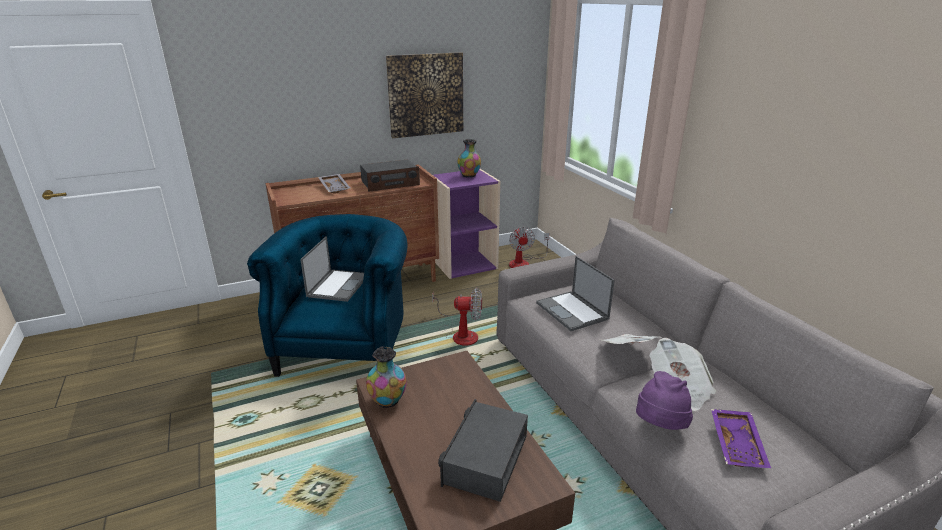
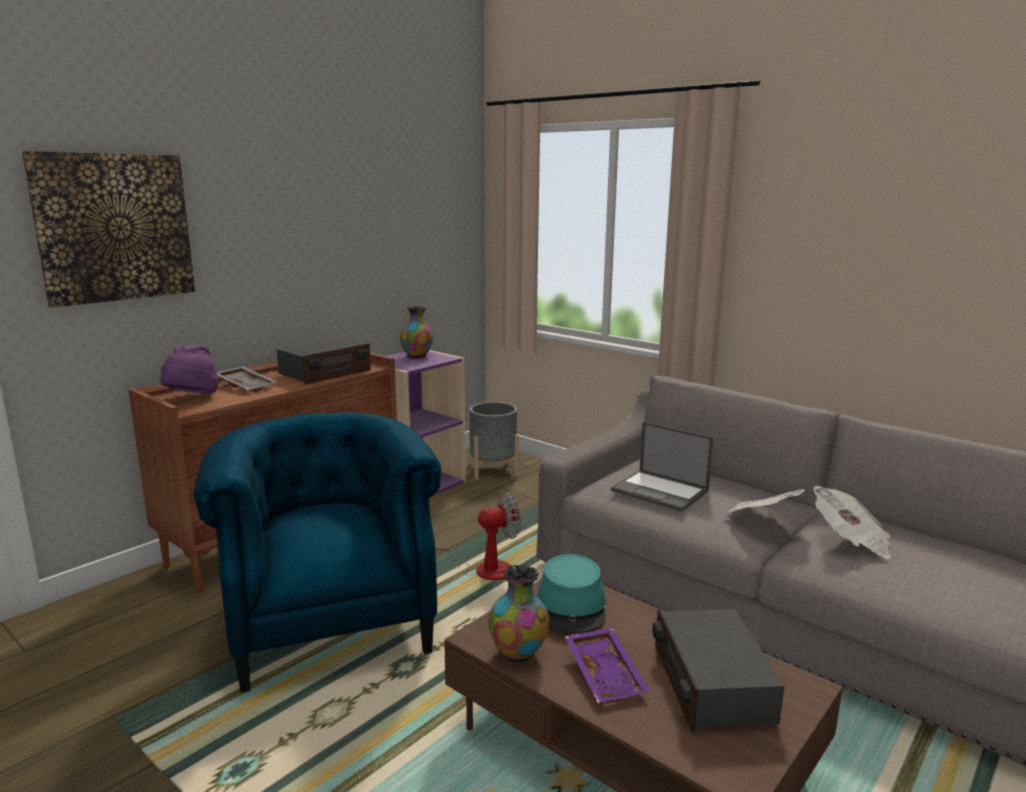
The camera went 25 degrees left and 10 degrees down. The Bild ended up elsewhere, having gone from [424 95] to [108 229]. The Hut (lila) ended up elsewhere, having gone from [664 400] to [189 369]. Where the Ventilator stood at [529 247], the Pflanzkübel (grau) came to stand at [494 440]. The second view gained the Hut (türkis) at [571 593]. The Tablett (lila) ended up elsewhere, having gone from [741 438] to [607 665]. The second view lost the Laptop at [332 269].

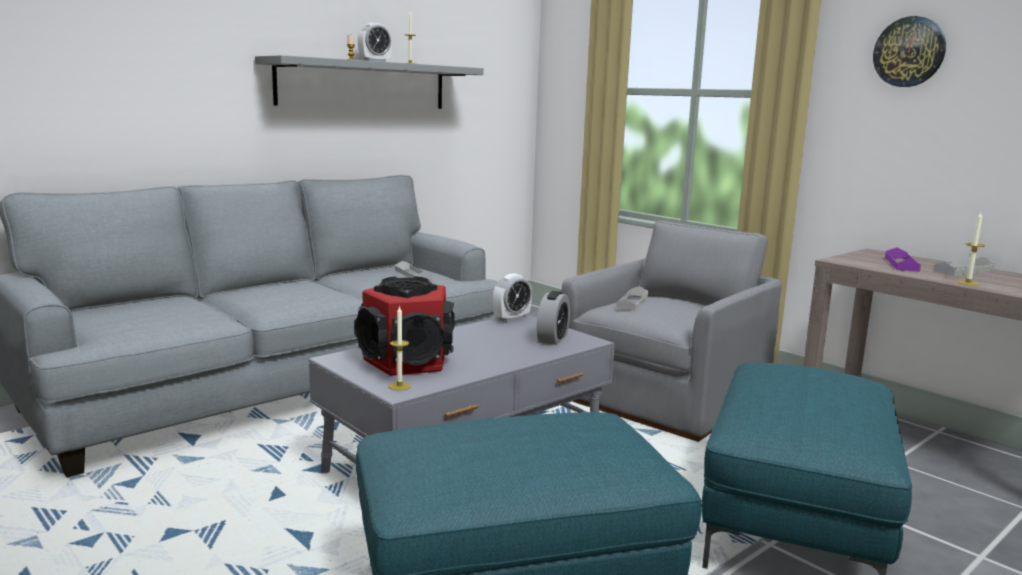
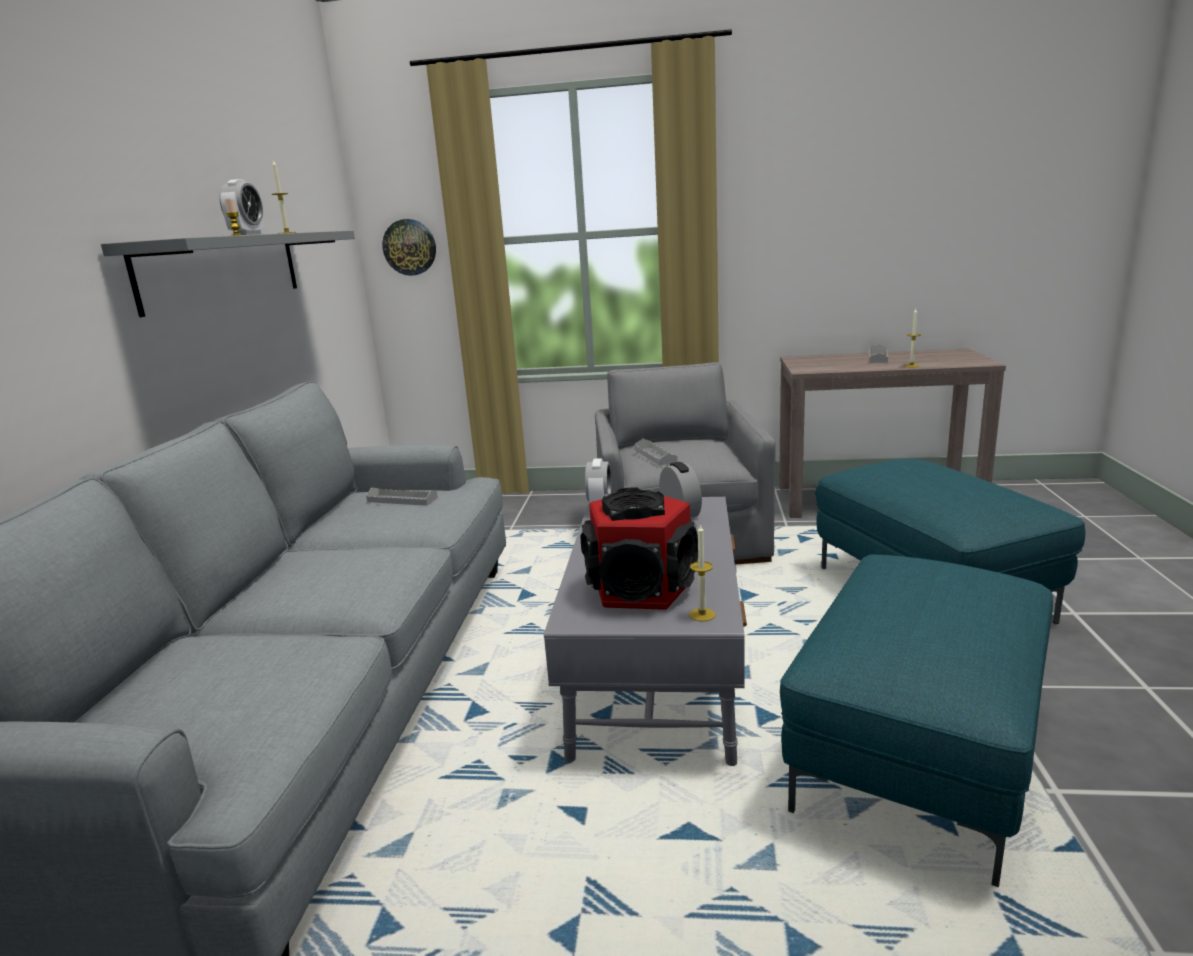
The camera went 40 degrees left and 5 degrees up. The Wanduhr ended up elsewhere, having gone from [909 51] to [409 247]. The second view lost the Tablett (lila) at [903 259].

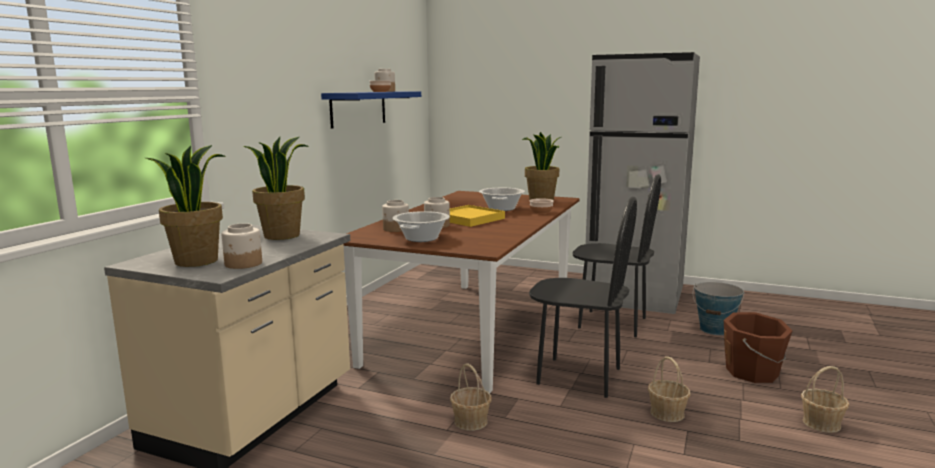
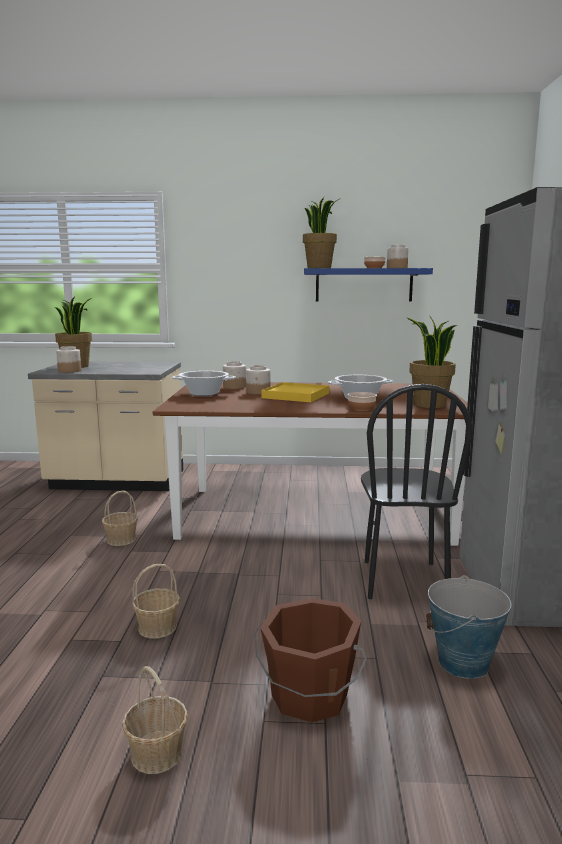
The camera went 70 degrees right and 0 degrees up. The Topfpflanze ended up elsewhere, having gone from [276 188] to [322 232]. The second view lost the Stuhl (schwarz) at [583 297].

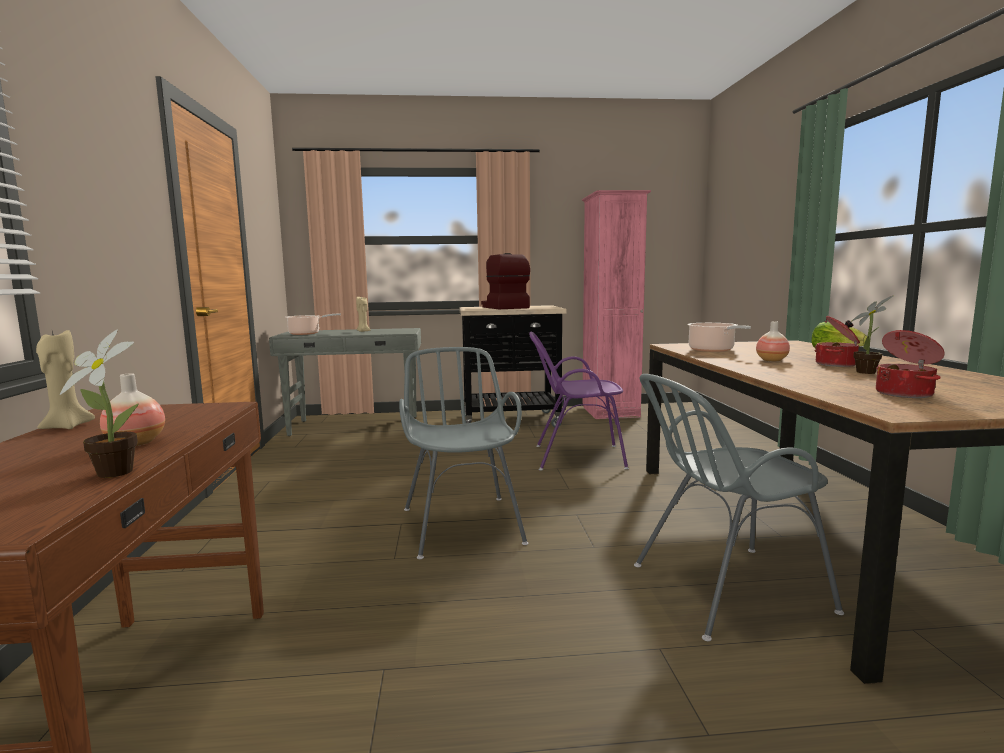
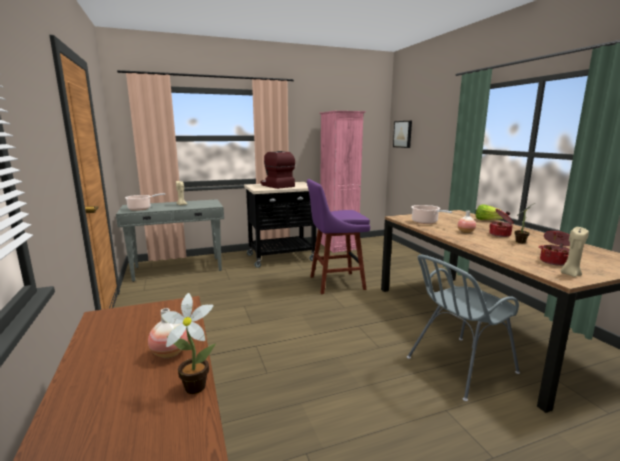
The camera went 15 degrees left and 5 degrees up. Where the Stuhl (lila) stood at [579 401], the Hocker (lila) came to stand at [338 236]. The second view gained the Bild at [402 134]. The Kerze (beige) ended up elsewhere, having gone from [65 379] to [575 252]. The second view lost the Stuhl (grau) at [464 453].

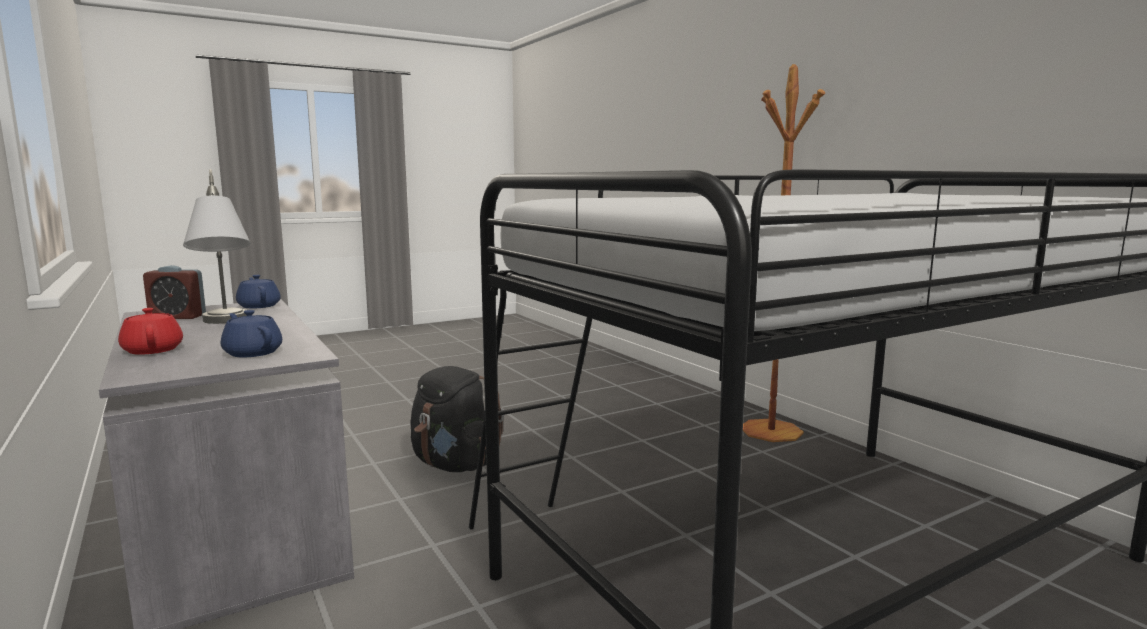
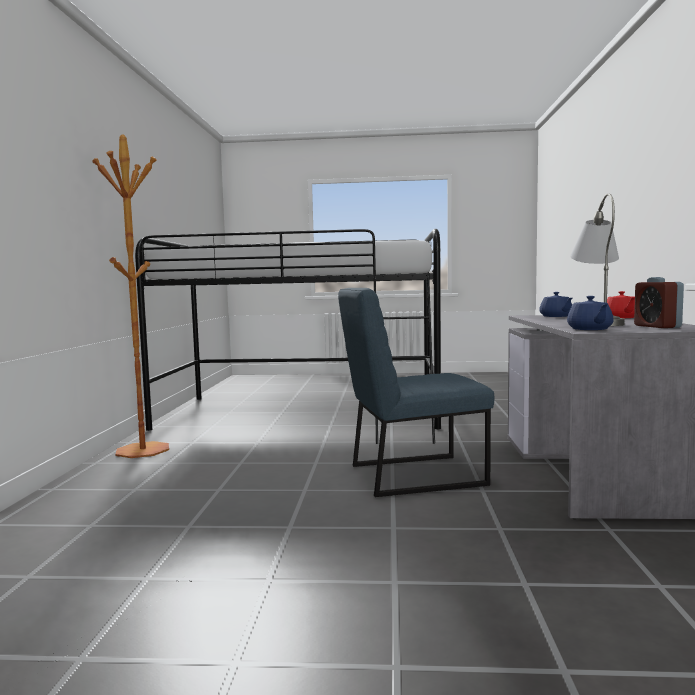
The camera went 145 degrees left and 5 degrees down. Where the Rucksack (schwarz) stood at [457 419], the Stuhl (blau) came to stand at [416 392]. The Wecker at [174 292] ended up facing another way, 135 degrees counterclockwise from before.

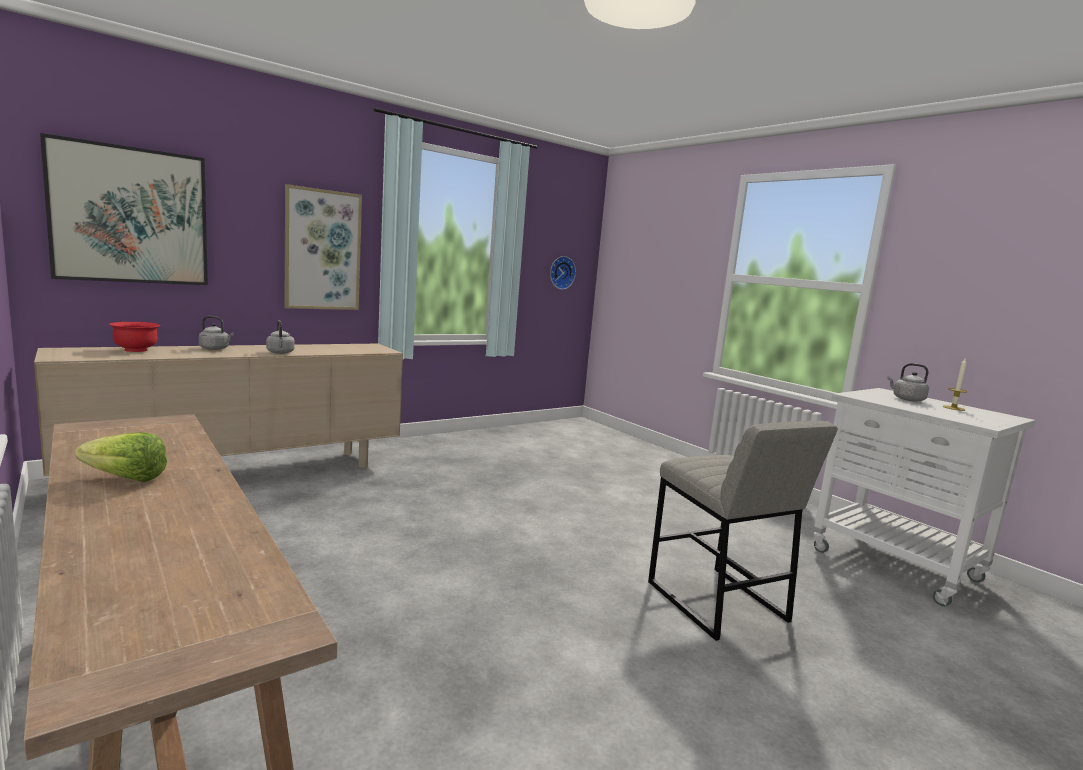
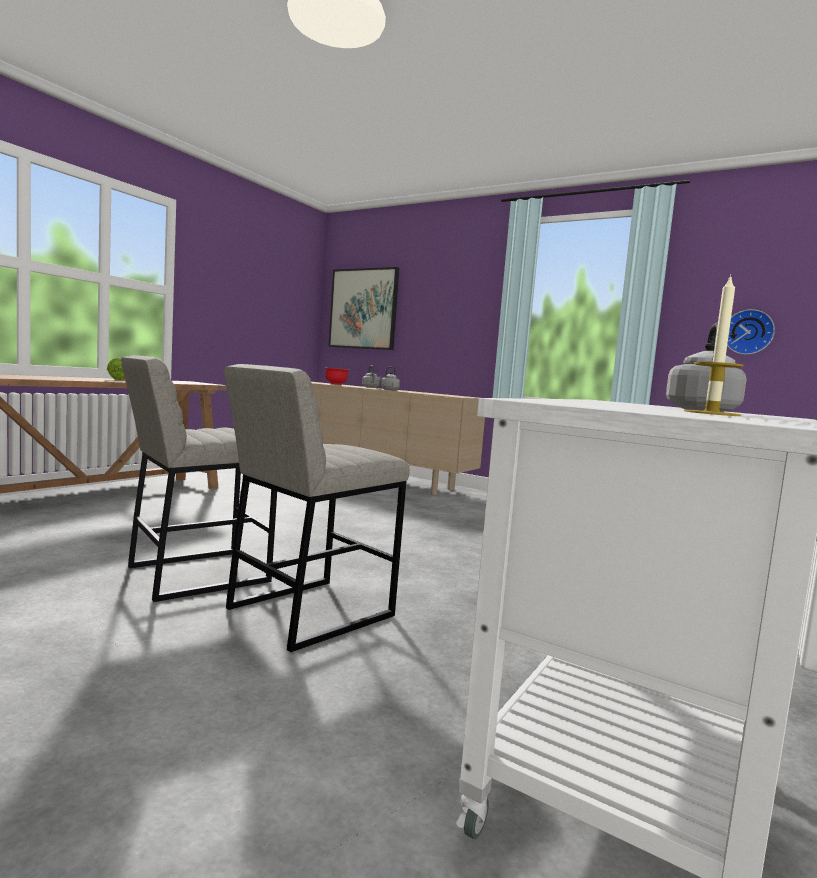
The camera went 70 degrees right and 5 degrees down. The second view gained the Stuhl (grau) at [199 478]. The second view lost the Bild at [323 247].

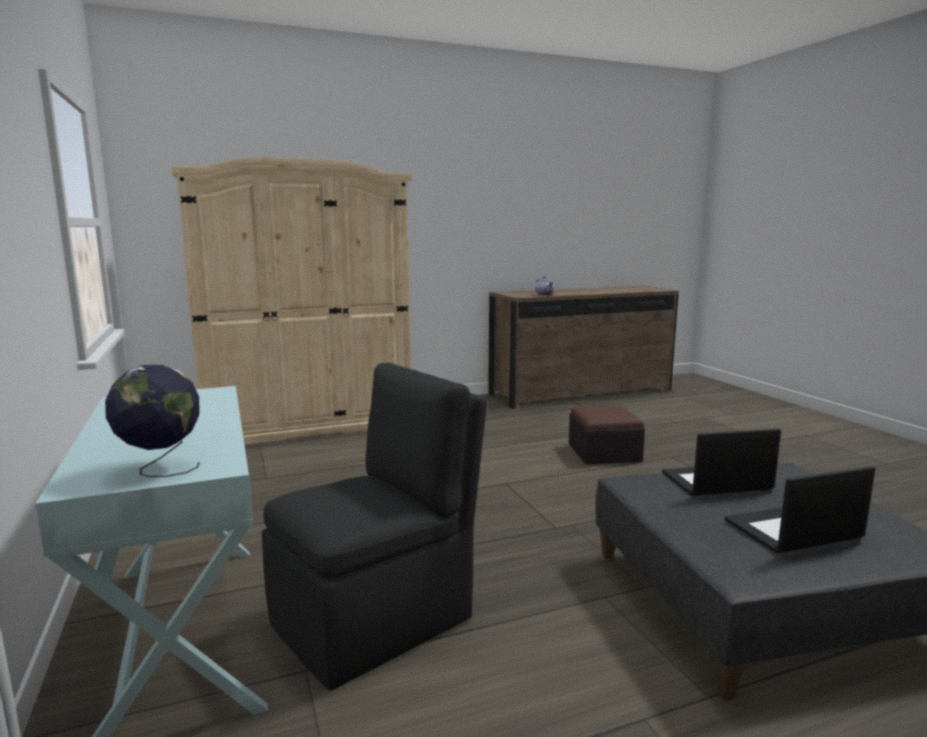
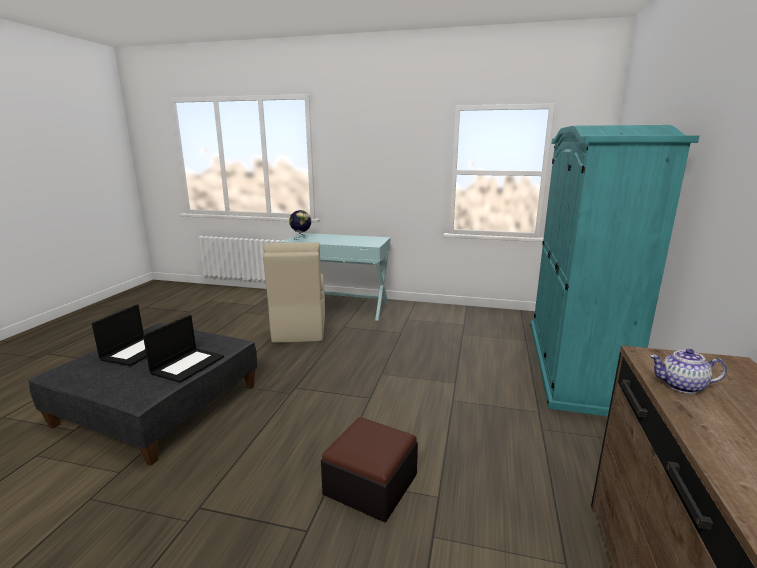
The camera went 125 degrees right and 5 degrees up. What was the Stuhl (schwarz) at [374 526] turned into the Stuhl (beige) at [294 292]. What was the Kleiderschrank (beige) at [291 301] turned into the Kleiderschrank (türkis) at [614 270].

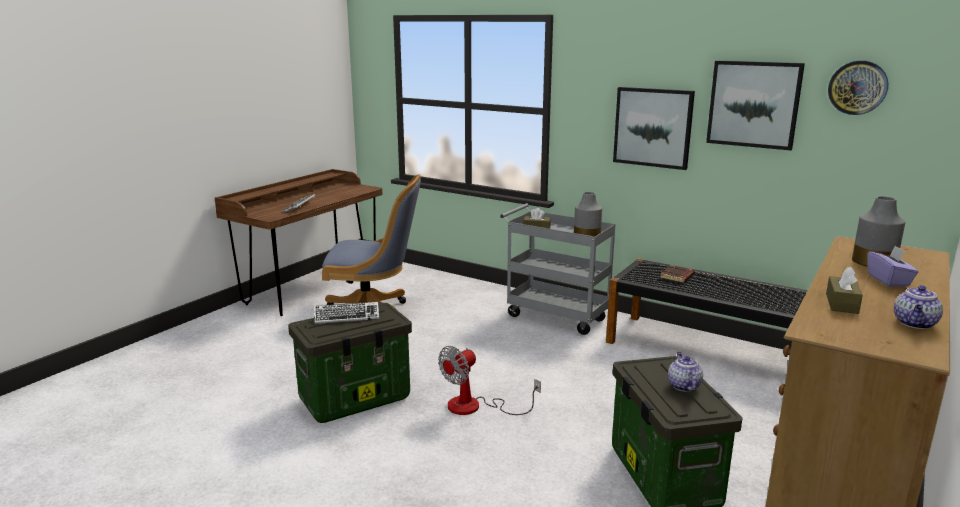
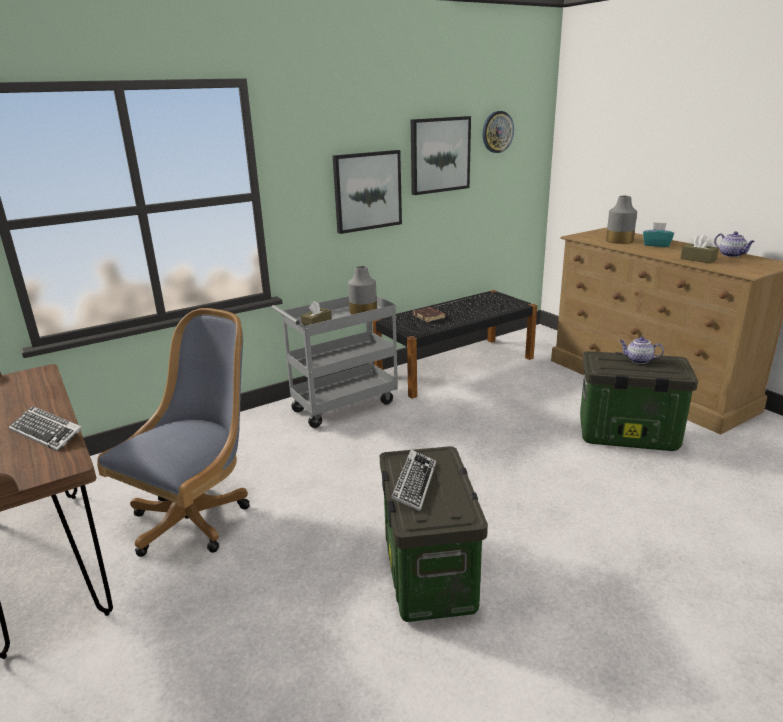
The camera went 65 degrees left and 5 degrees up. What was the Taschentuchbox (lila) at [892 266] turned into the Taschentuchbox (türkis) at [658 234]. The second view lost the Ventilator at [489 380].

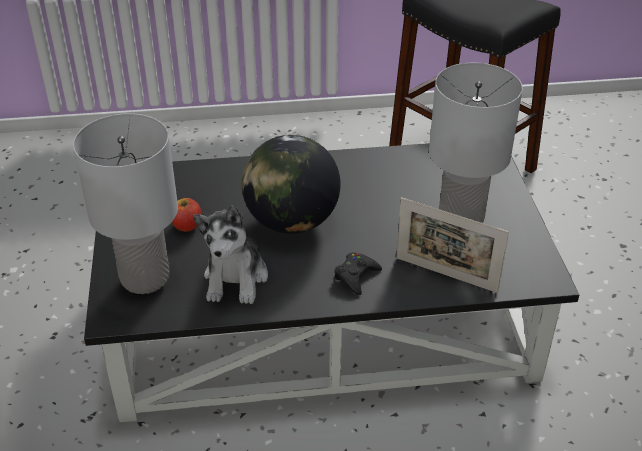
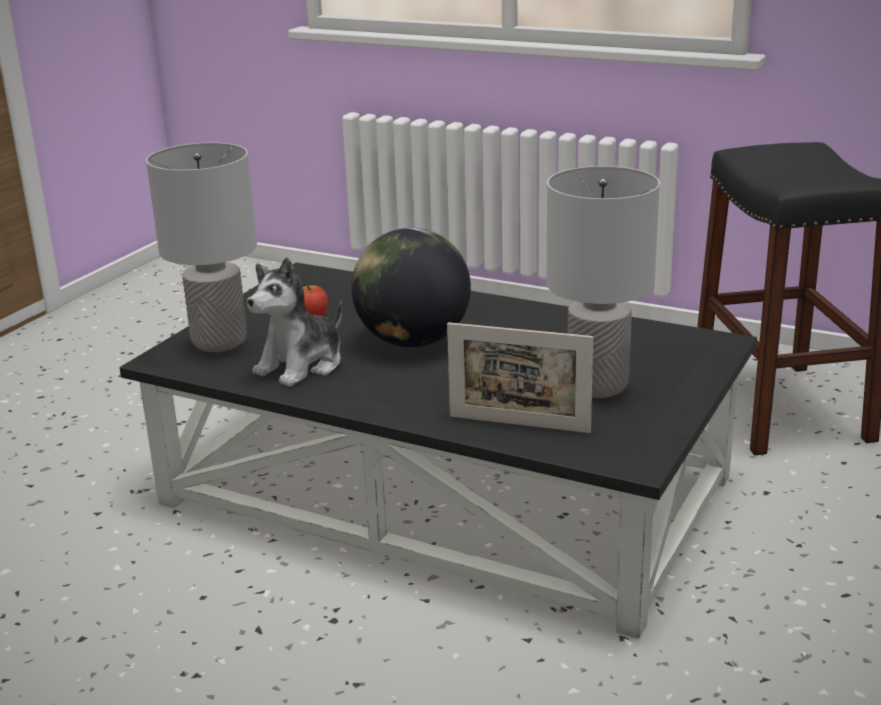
The camera went 35 degrees right and 15 degrees down. The Bilderrahmen at [452 245] ended up facing another way, 45 degrees counterclockwise from before. The second view lost the Gamepad (schwarz) at [358 273].

